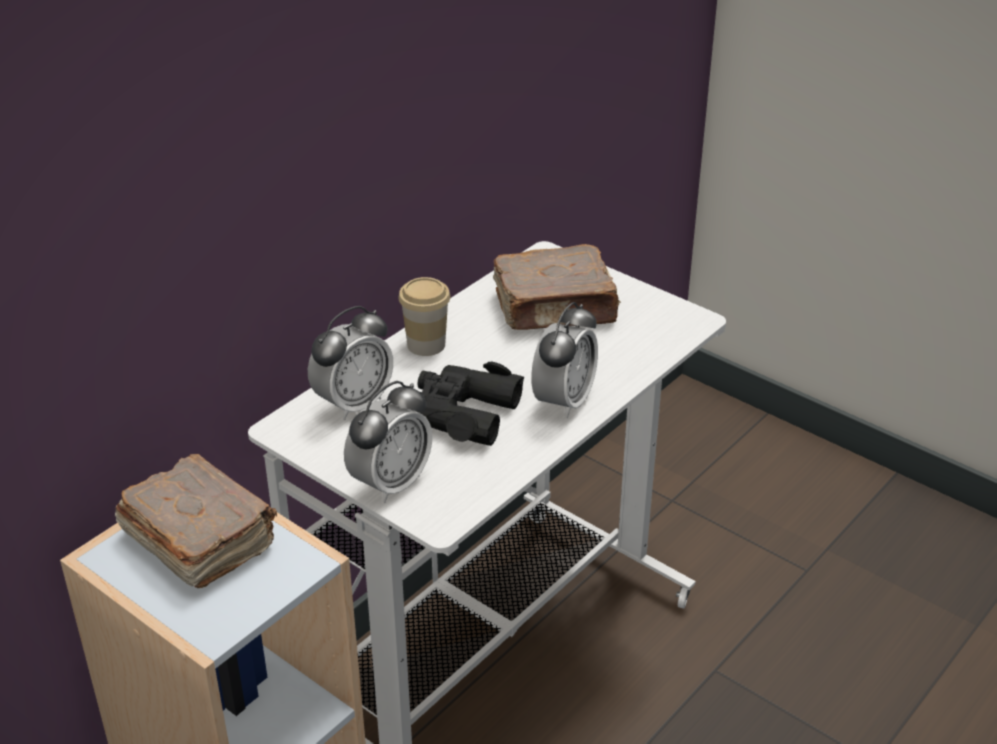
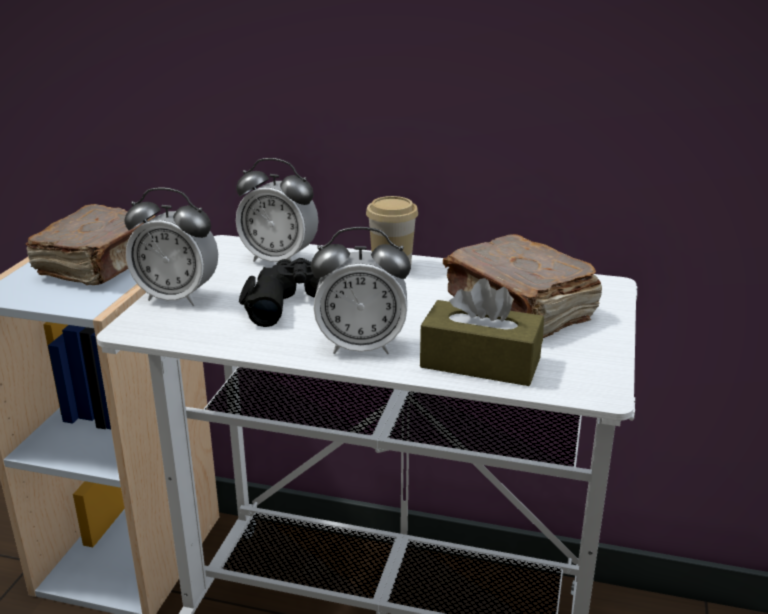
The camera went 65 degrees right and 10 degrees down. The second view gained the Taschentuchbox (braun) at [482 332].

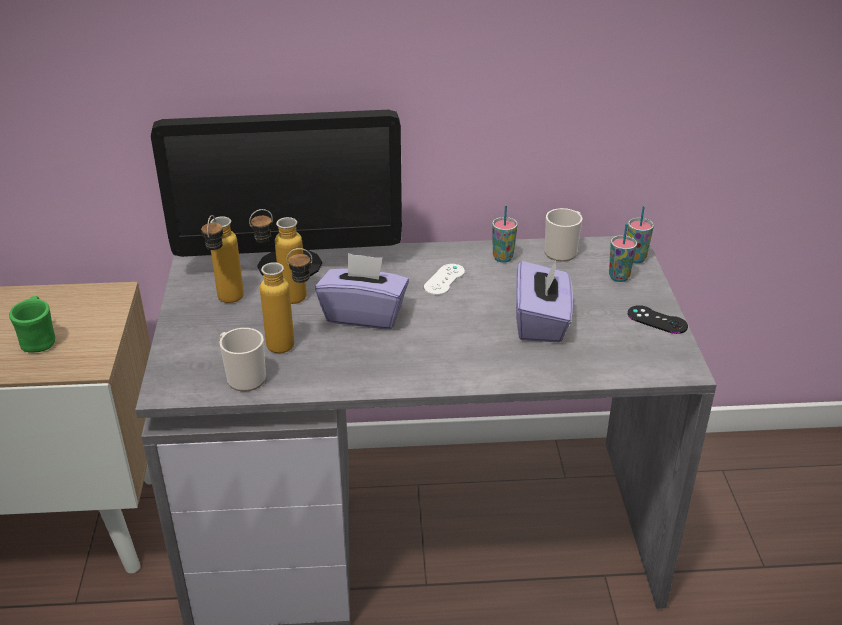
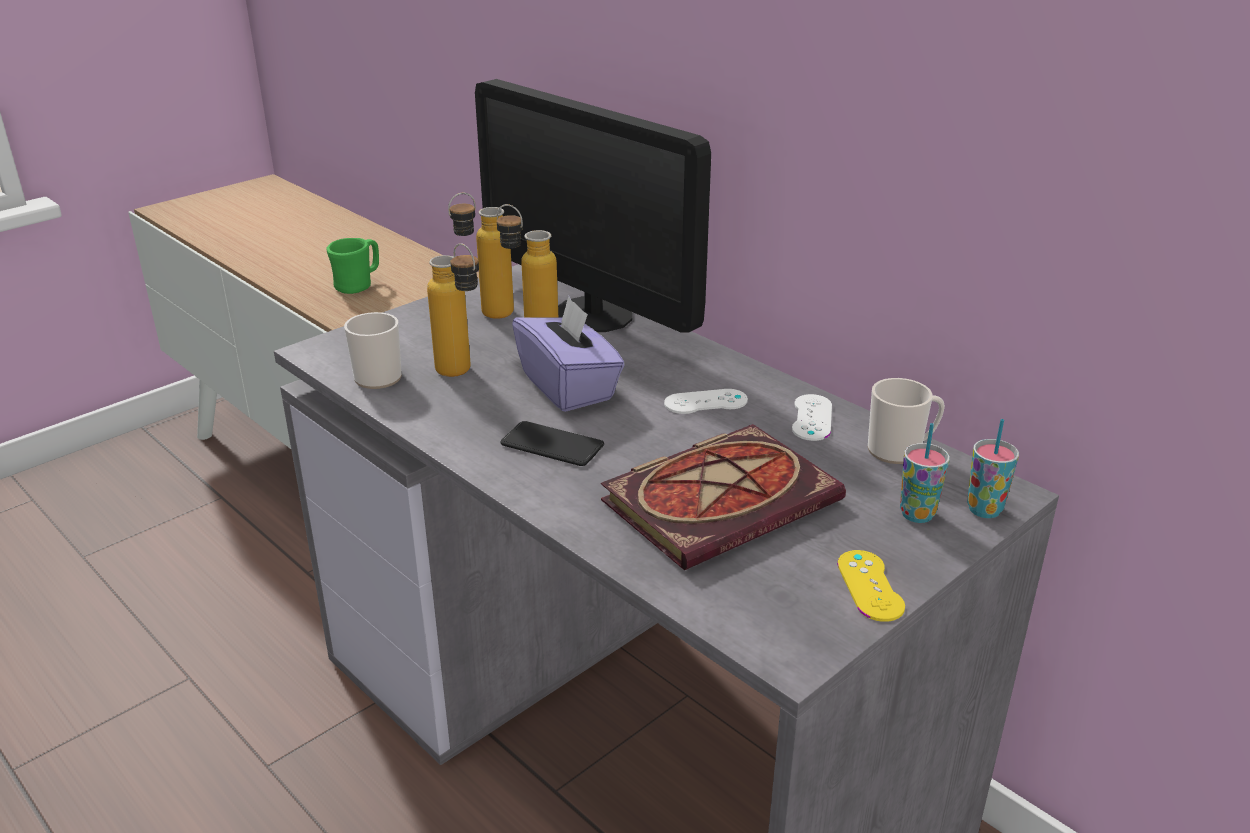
The camera went 50 degrees right and 5 degrees down. The second view gained the Handy at [552 443]. Where the Taschentuchbox (lila) stood at [544 301], the Buch came to stand at [723 497]. Where the Tasse stood at [505 234], the Gamepad (weiß) came to stand at [812 417]. What was the Gamepad (schwarz) at [658 319] turned into the Gamepad (gelb) at [871 586].

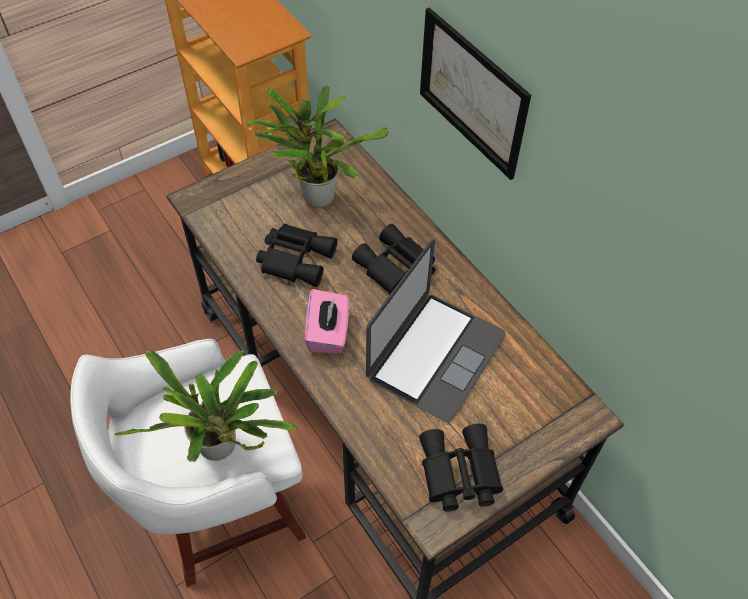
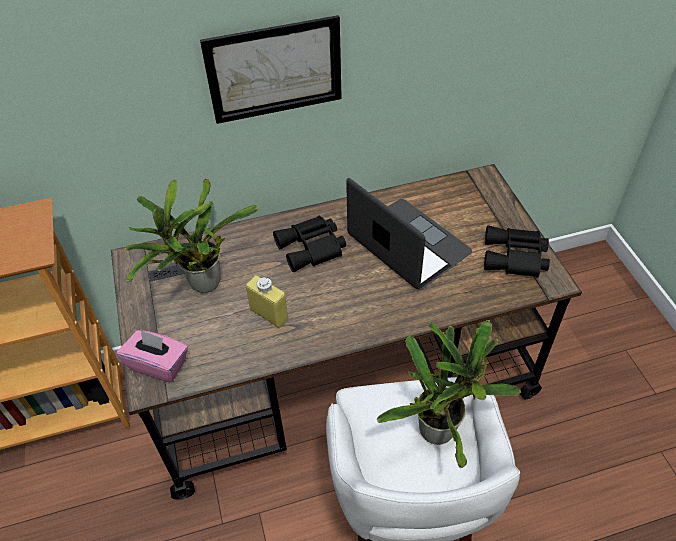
The camera went 70 degrees left and 5 degrees down. The Taschentuchbox (rosa) ended up elsewhere, having gone from [327 321] to [152 356]. Where the Fernglas (schwarz) stood at [296 255], the Flasche (gelb) came to stand at [267 302].

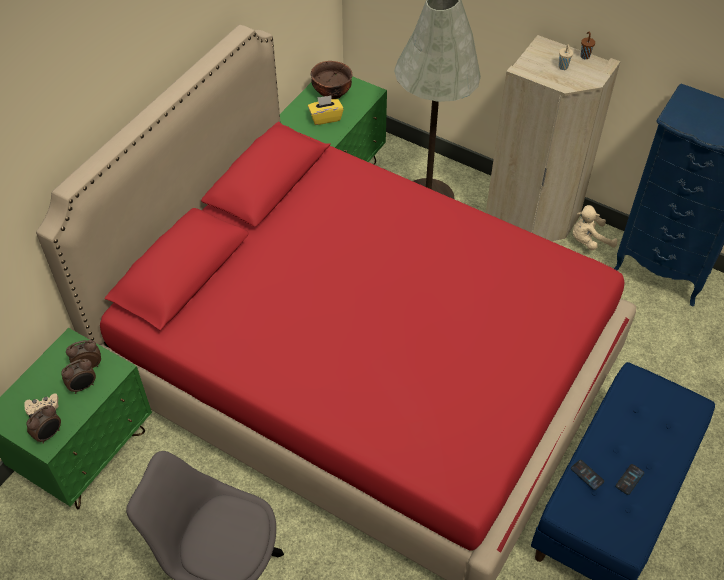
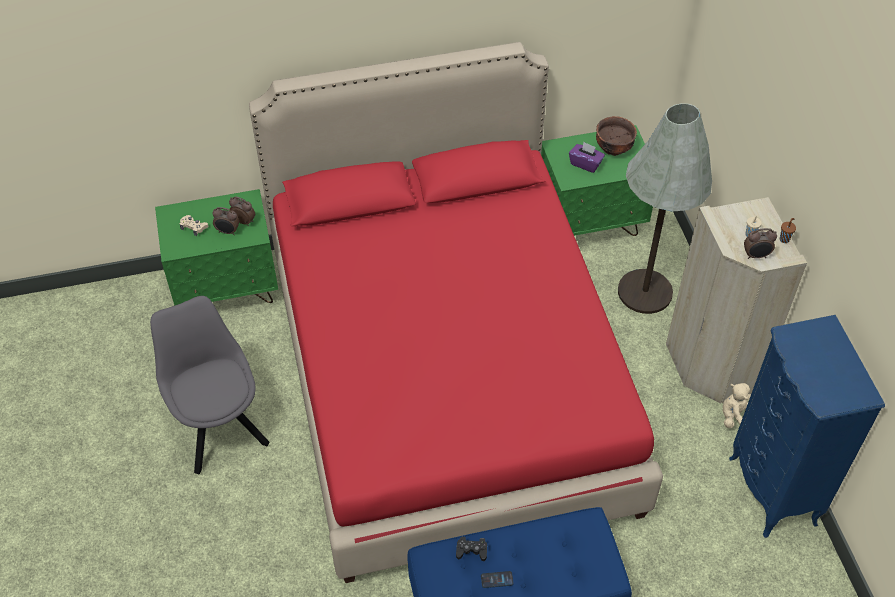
The camera went 45 degrees right and 0 degrees up. Where the Handy stood at [587 475], the Gamepad (schwarz) came to stand at [471 549]. What was the Taschentuchbox (gelb) at [326 110] turned into the Taschentuchbox (lila) at [587 157]. The Wecker ended up elsewhere, having gone from [43 424] to [760 243].

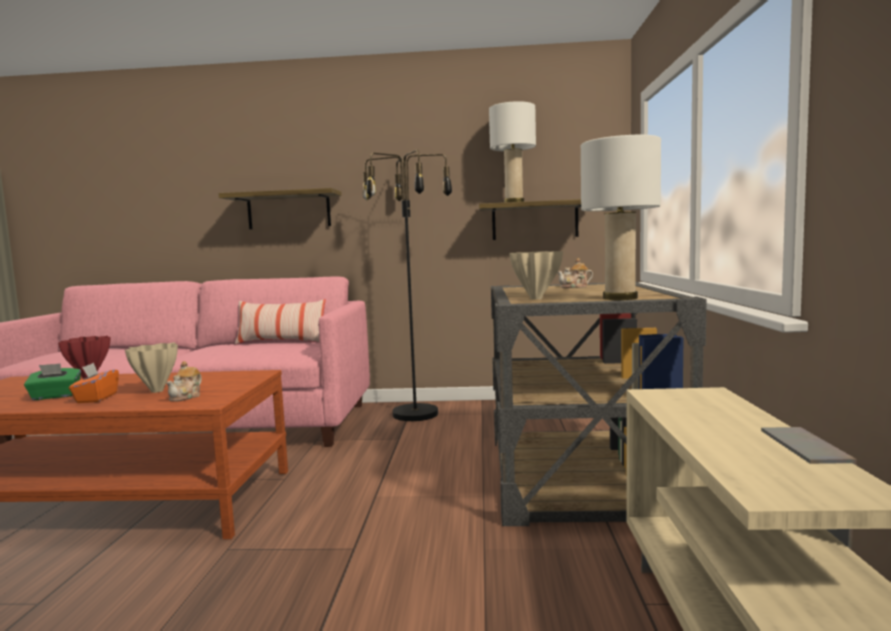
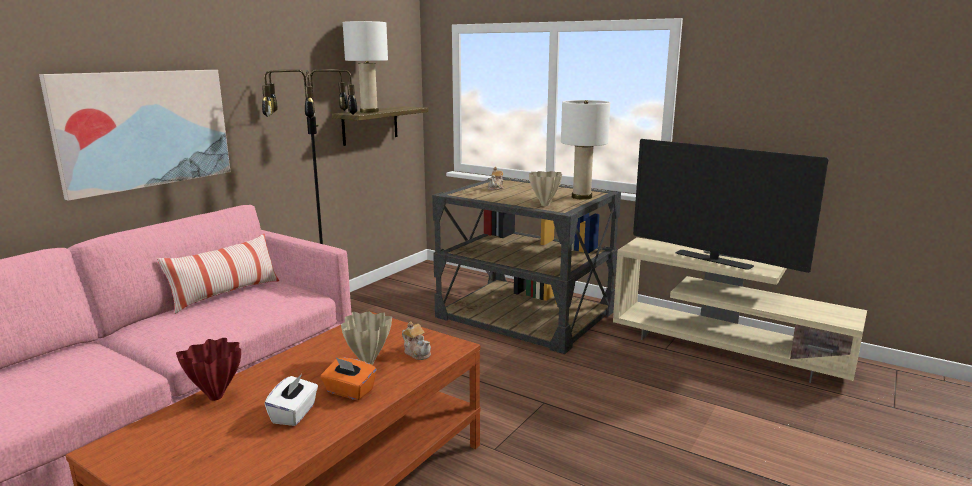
The camera went 60 degrees left and 10 degrees up. Where the Wandregal hung at [280 208], the Bild came to hang at [134 135]. What was the Taschentuchbox (grün) at [52 381] turned into the Taschentuchbox (weiß) at [291 400]. The second view gained the Fernseher at [731 206].

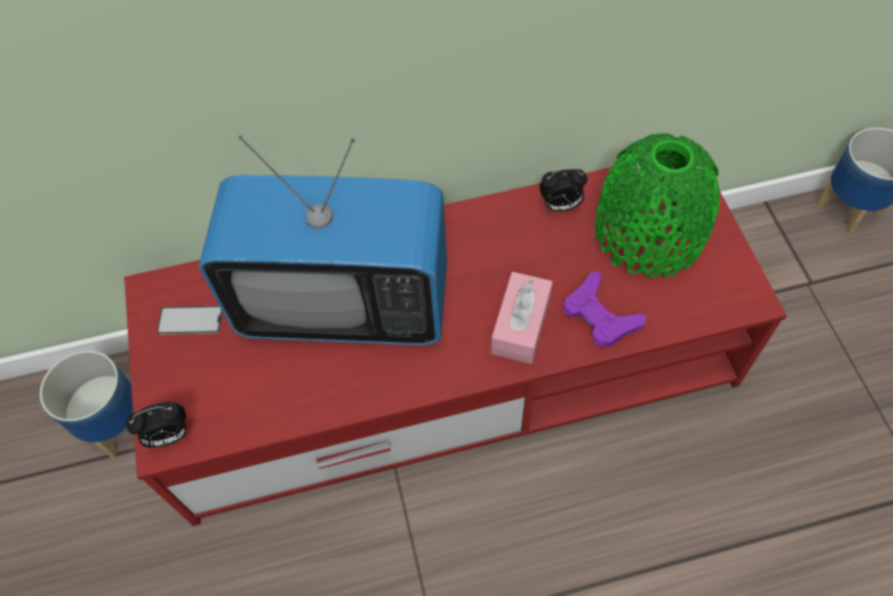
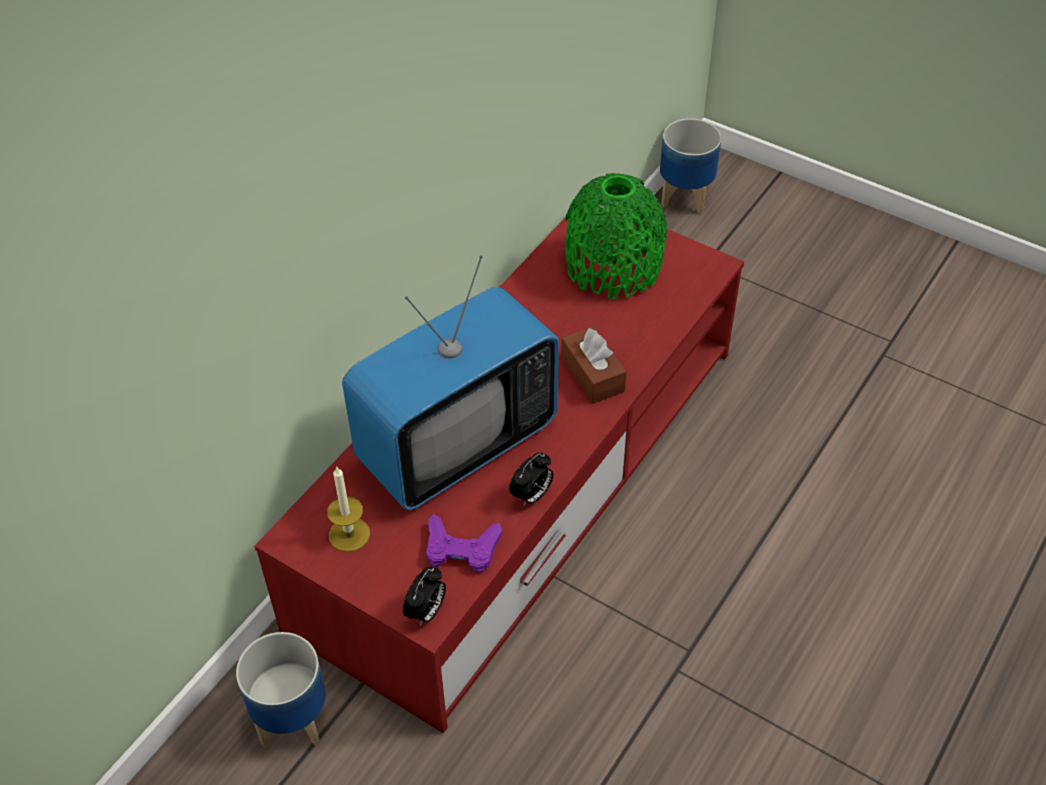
The camera went 45 degrees left and 10 degrees down. Where the Handy stood at [190 320], the Kerze came to stand at [348 509]. The Gamepad (lila) ended up elsewhere, having gone from [605 309] to [464 543]. The Wecker ended up elsewhere, having gone from [563 190] to [531 479]. What was the Taschentuchbox (rosa) at [522 318] turned into the Taschentuchbox (braun) at [593 365].

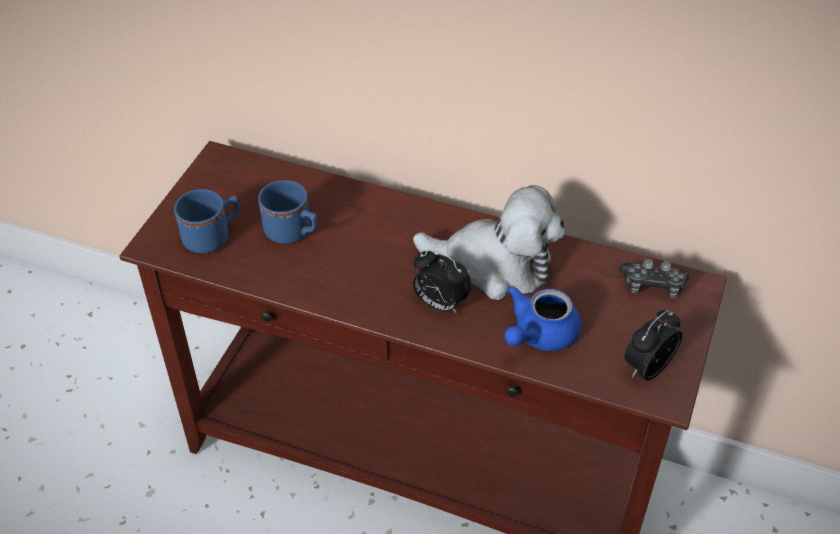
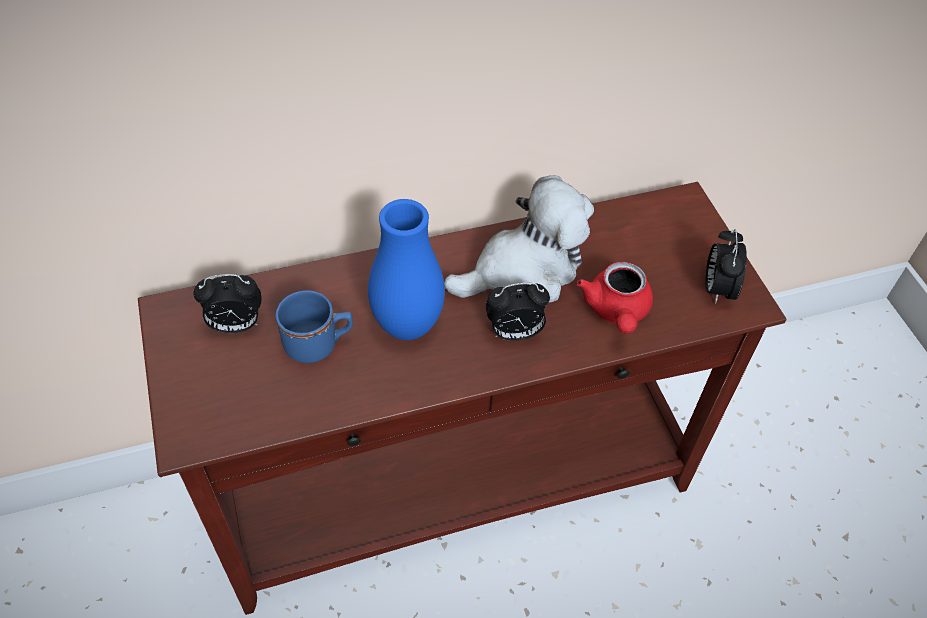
The camera went 40 degrees left and 5 degrees up. The second view gained the Wecker at [227 303]. The second view gained the Vase (blau) at [406 269]. What was the Teekanne (blau) at [542 318] turned into the Teekanne (rot) at [614 298]. The second view lost the Henkelbecher (blau) at [206 221]. The second view lost the Gamepad at [654 279].

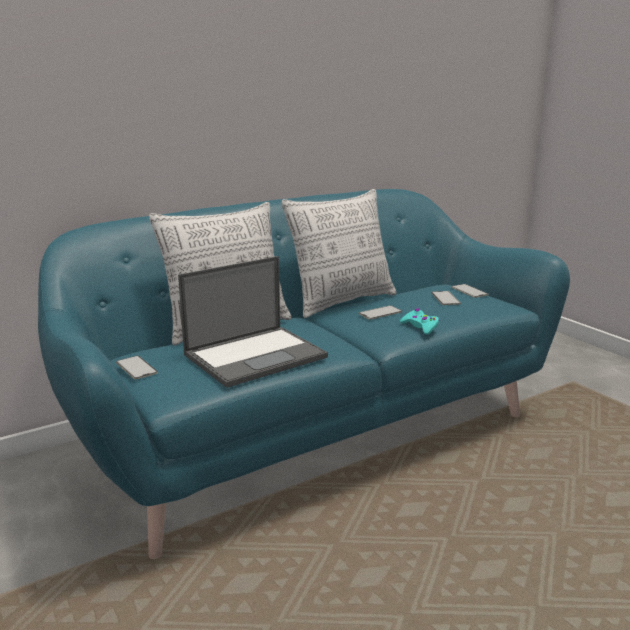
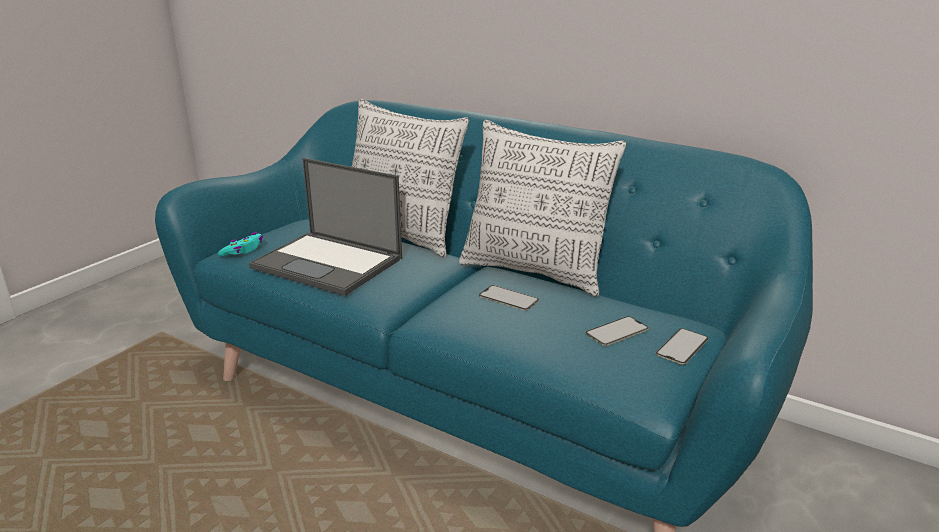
The camera went 65 degrees right and 5 degrees up. The Gamepad (türkis) ended up elsewhere, having gone from [420 321] to [240 244]. The second view lost the Handy at [137 367].

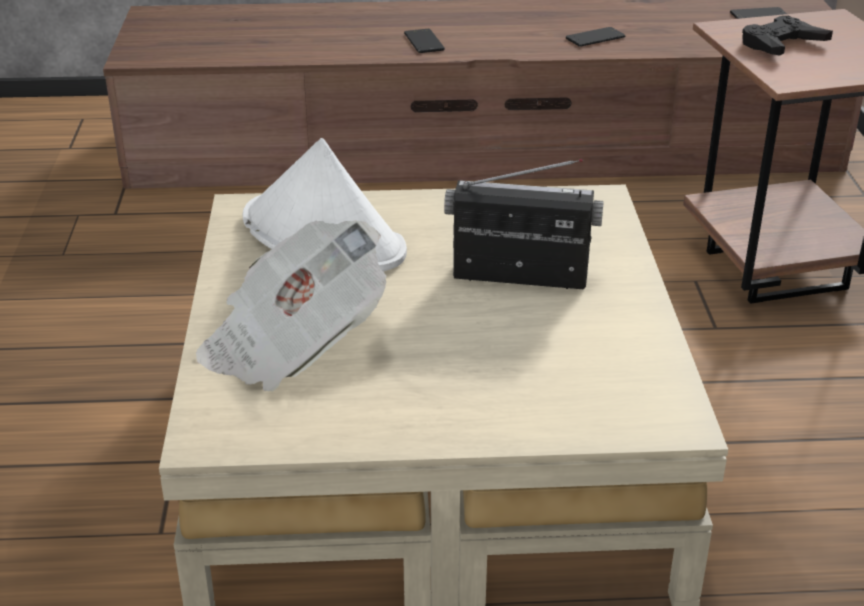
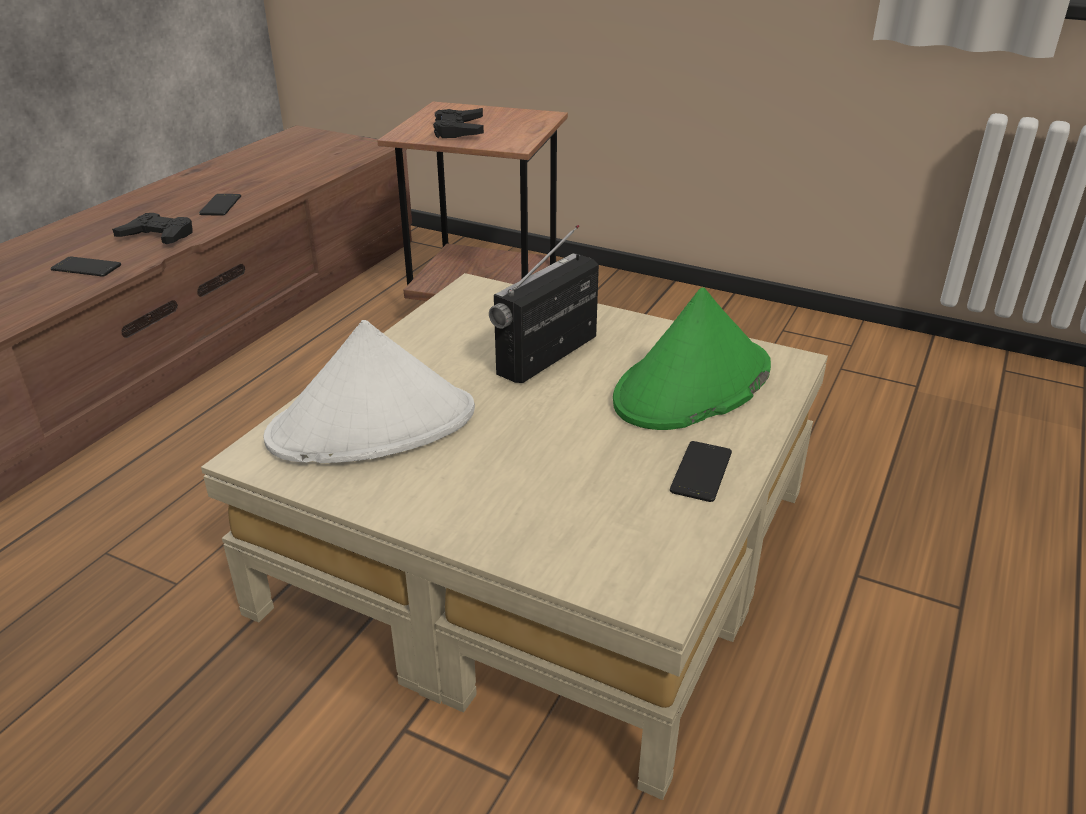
The camera went 60 degrees left and 0 degrees up. The second view gained the Gamepad (schwarz) at [152 228]. The second view gained the Hut (grün) at [692 358]. The Handy ended up elsewhere, having gone from [758 13] to [701 471]. The second view lost the Zeitung at [291 306].

